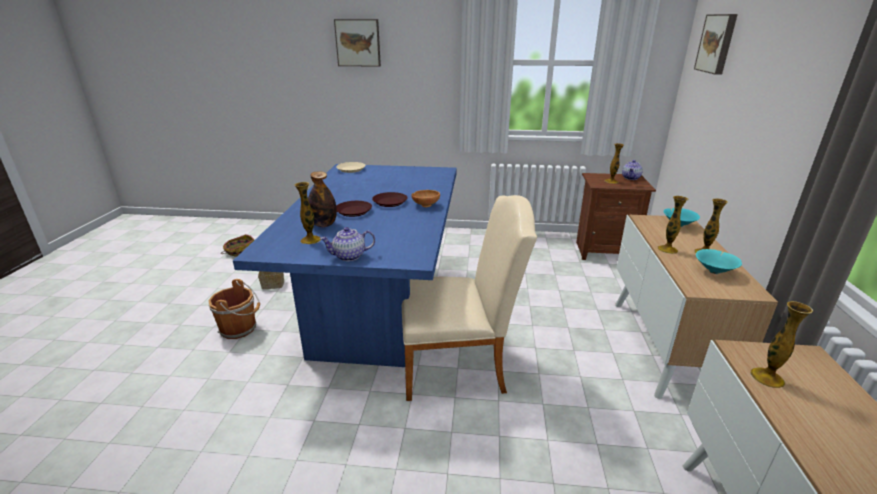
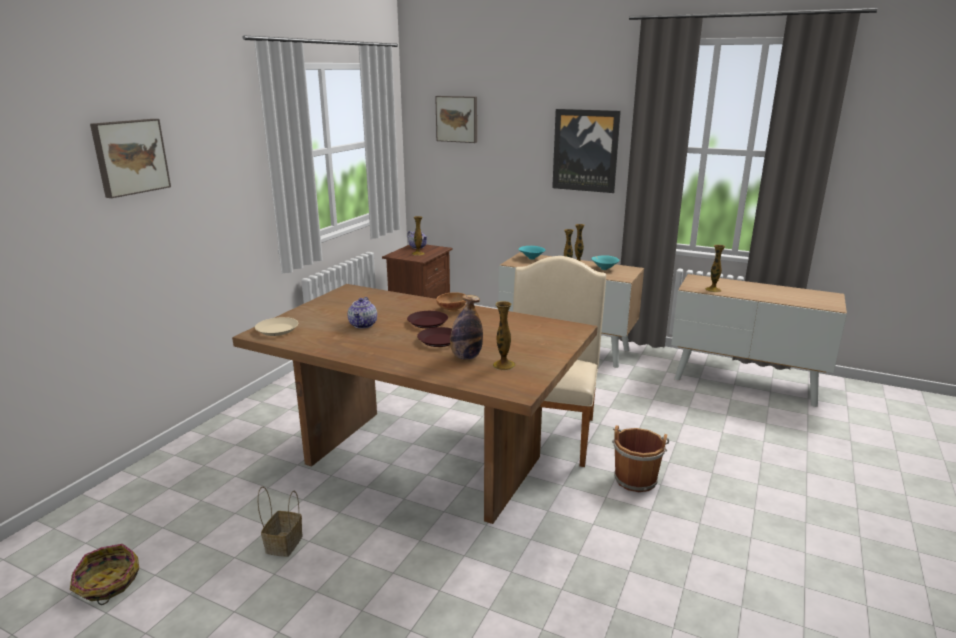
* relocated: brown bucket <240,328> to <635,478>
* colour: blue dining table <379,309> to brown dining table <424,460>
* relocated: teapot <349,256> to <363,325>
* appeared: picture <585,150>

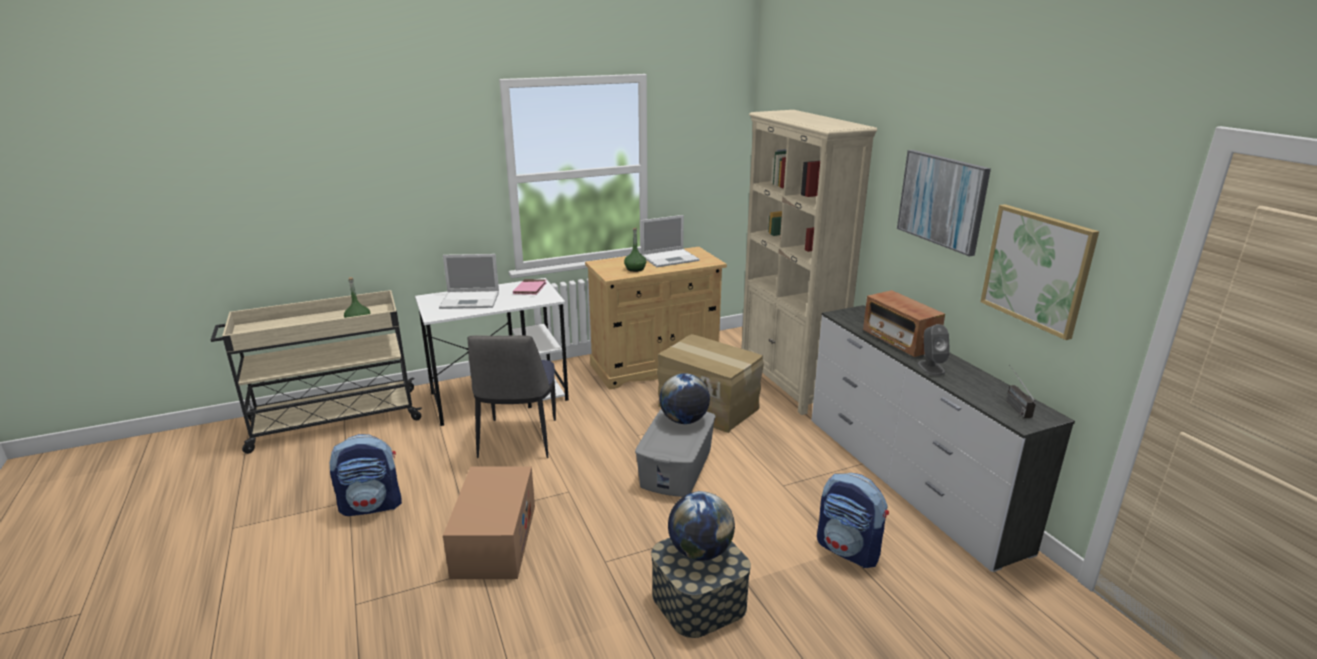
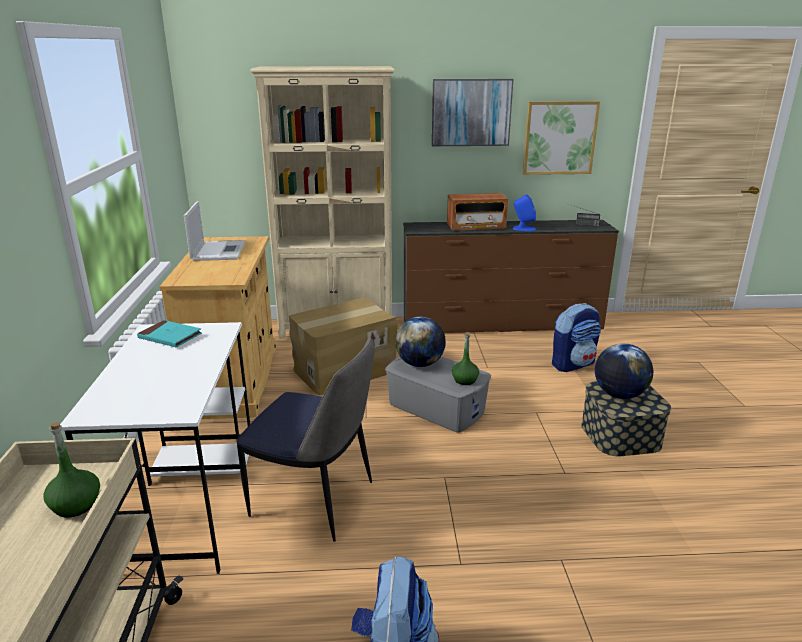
* missing: laptop <471,300>
* missing: cardboard box <494,540>
* colour: pink book <530,289> to turquoise book <170,336>
* relocated: green bottle <635,269> to <465,380>
* colour: white dresser <908,480> to brown dresser <502,324>
* colour: grey speaker <930,368> to blue speaker <523,228>

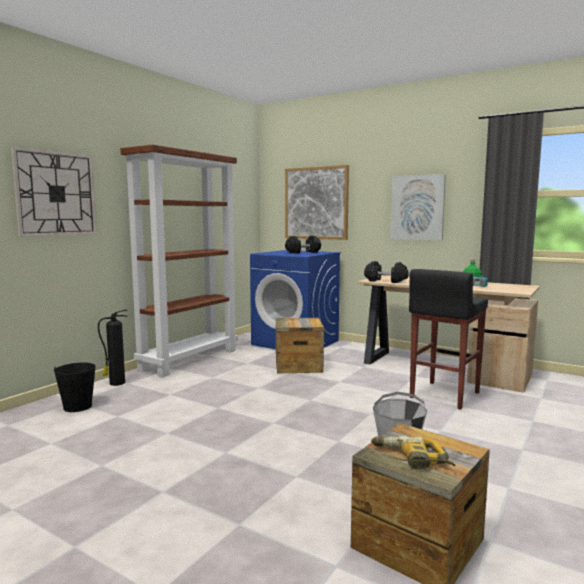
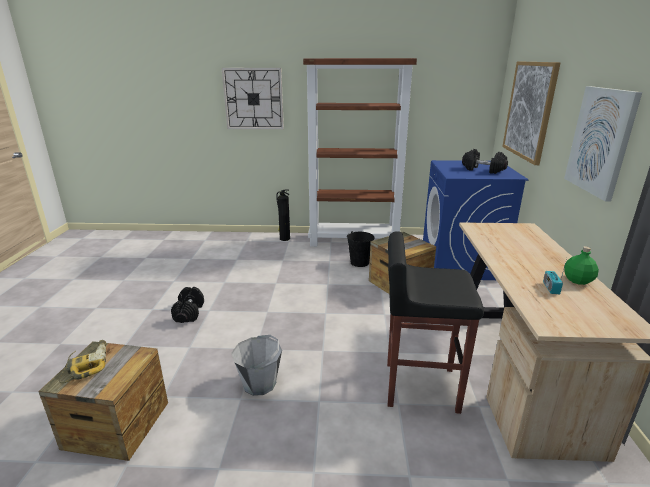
* relocated: black bucket <77,406> to <359,262>
* relocated: black dumbbell <386,281> to <189,313>

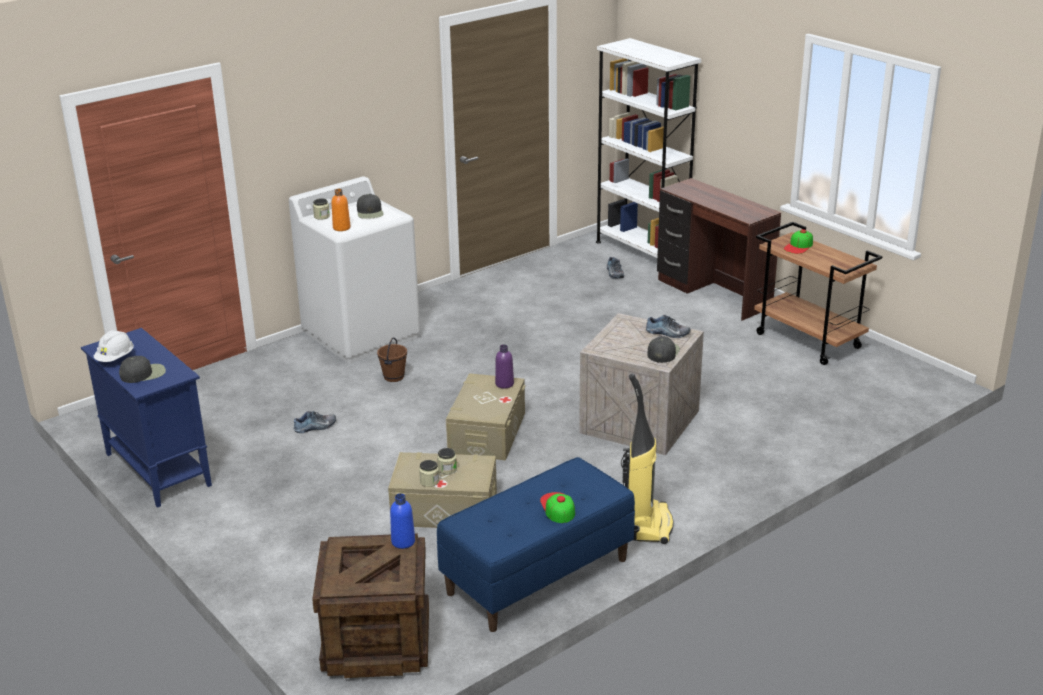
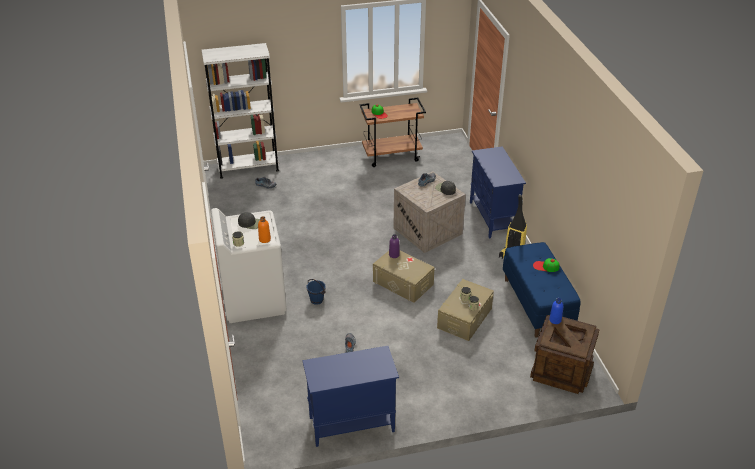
* missing: white hard hat <115,358>
* missing: black cap <143,373>
* colour: brown bucket <393,377> to blue bucket <316,300>
* missing: brown desk <712,294>
* appeared: blue cabinet <493,218>

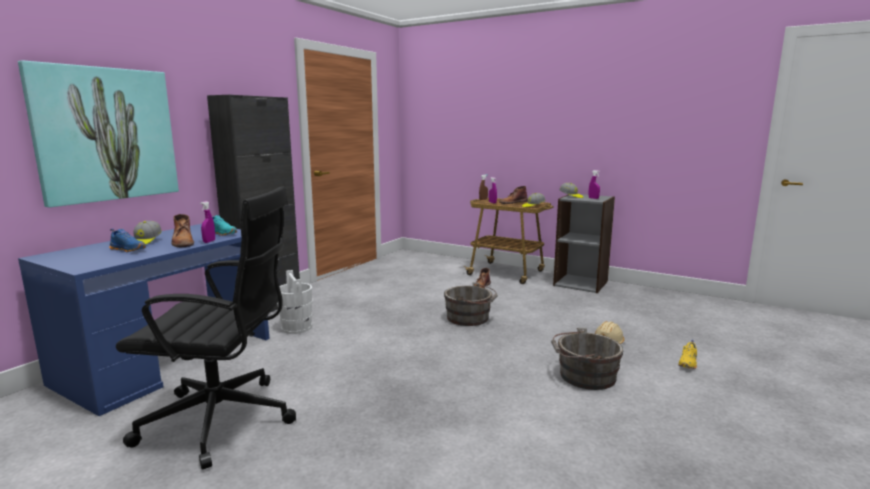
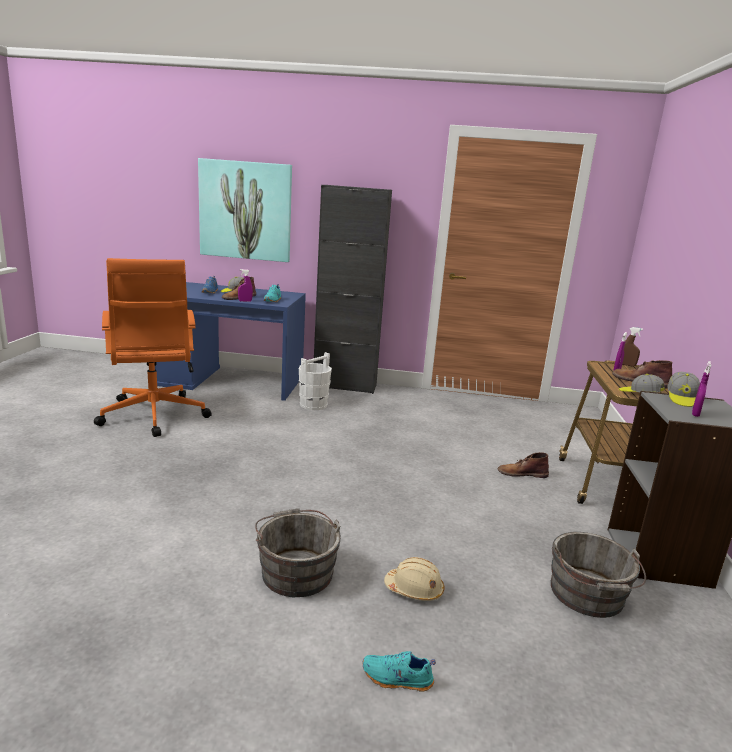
* colour: black office chair <223,420> to orange office chair <153,416>
* relocated: grey bucket <470,318> to <588,596>
* colour: yellow shoe <688,363> to turquoise shoe <396,679>

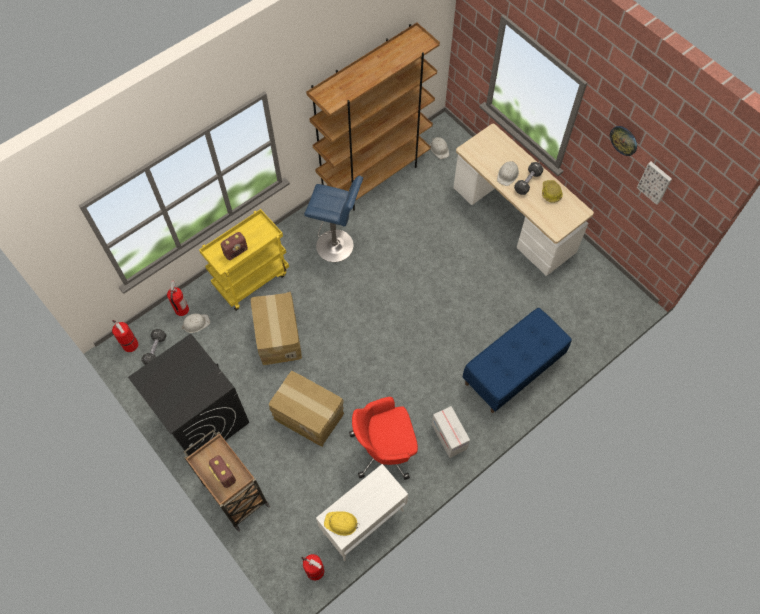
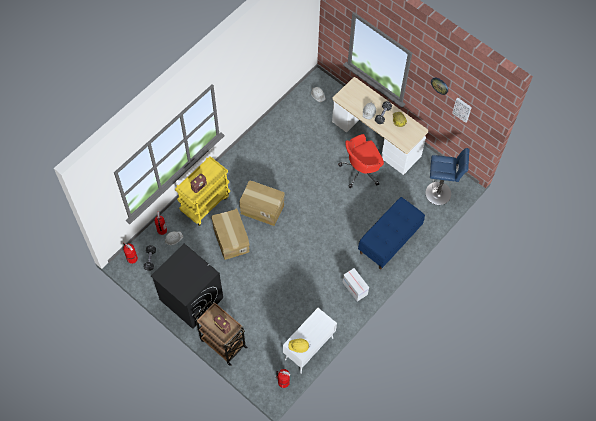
* relocated: cardboard box <309,415> to <262,208>
* relocated: blue stool <337,246> to <440,193>
* missing: brown bookcase <375,178>
* relocated: red office chair <385,449> to <361,170>

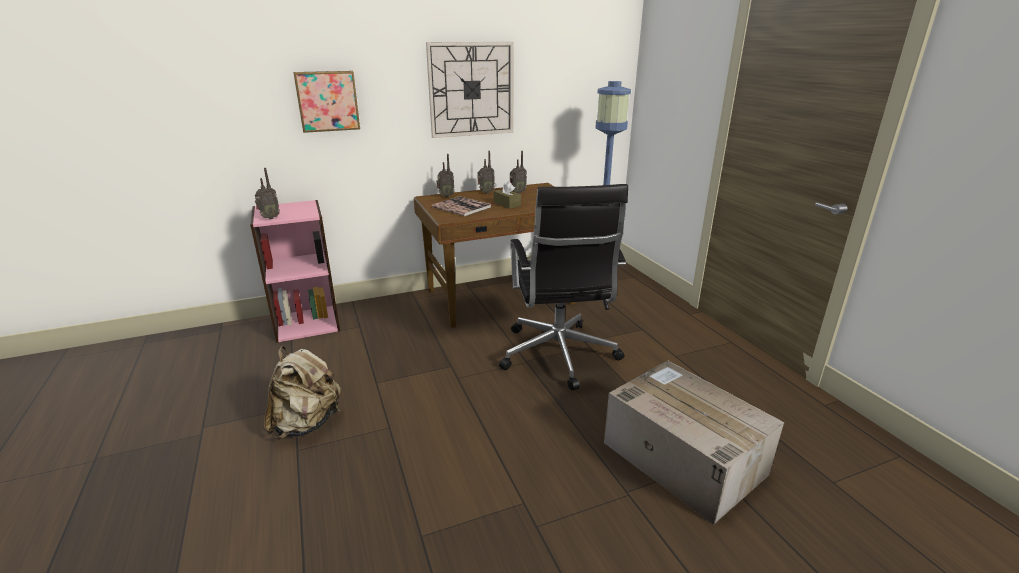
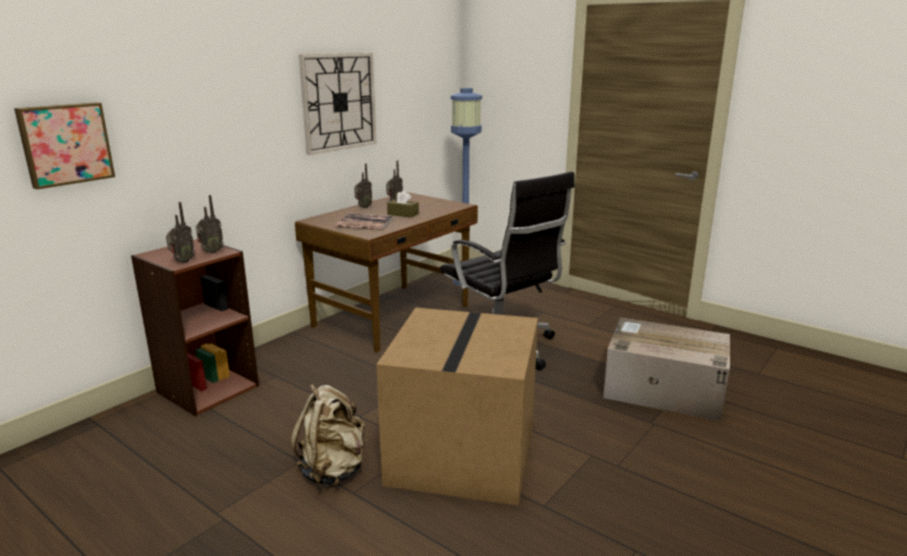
* colour: pink bookcase <307,322> to brown bookcase <207,388>
* relocated: picture <327,101> to <65,144>
* relocated: radio <445,196> to <211,252>
* appeared: cardboard box <461,452>

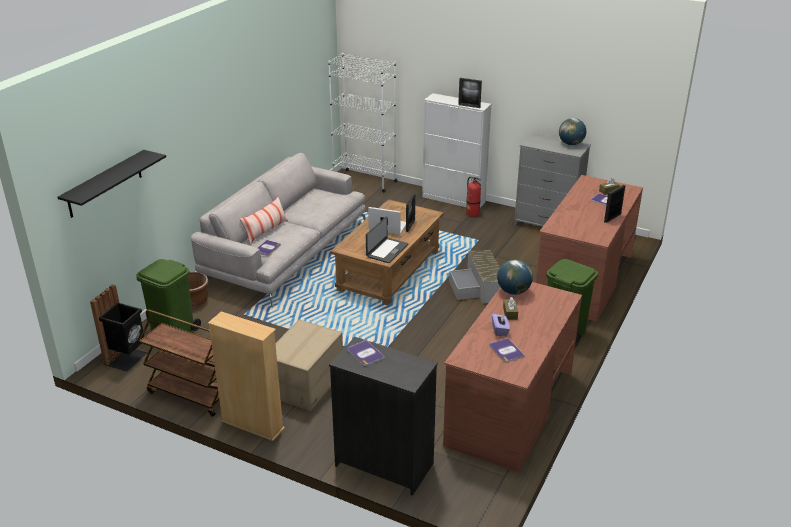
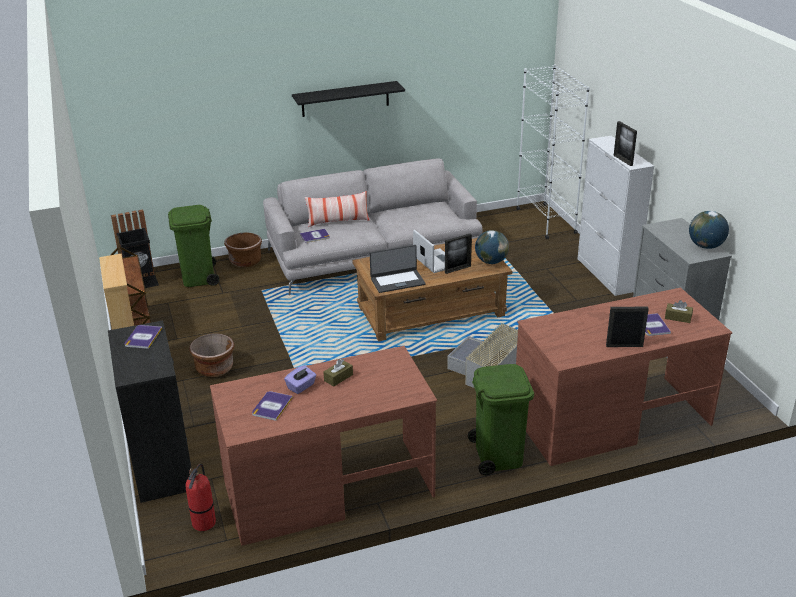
* relocated: black shelf <105,184> to <345,99>
* exchanged: cardboard box <306,384> to brown planter <214,369>
* relocated: fire extinguisher <472,213> to <204,523>
* relocated: globe <513,291> to <491,262>

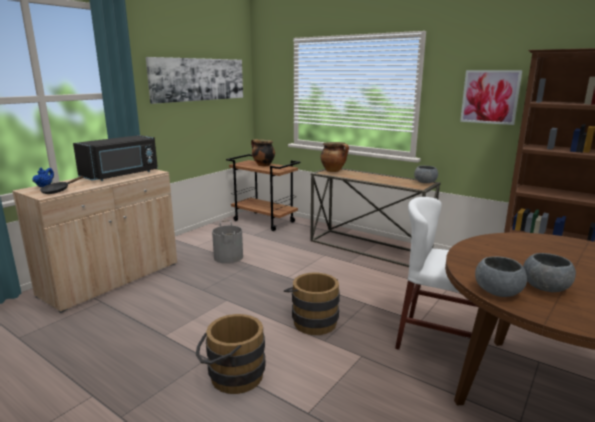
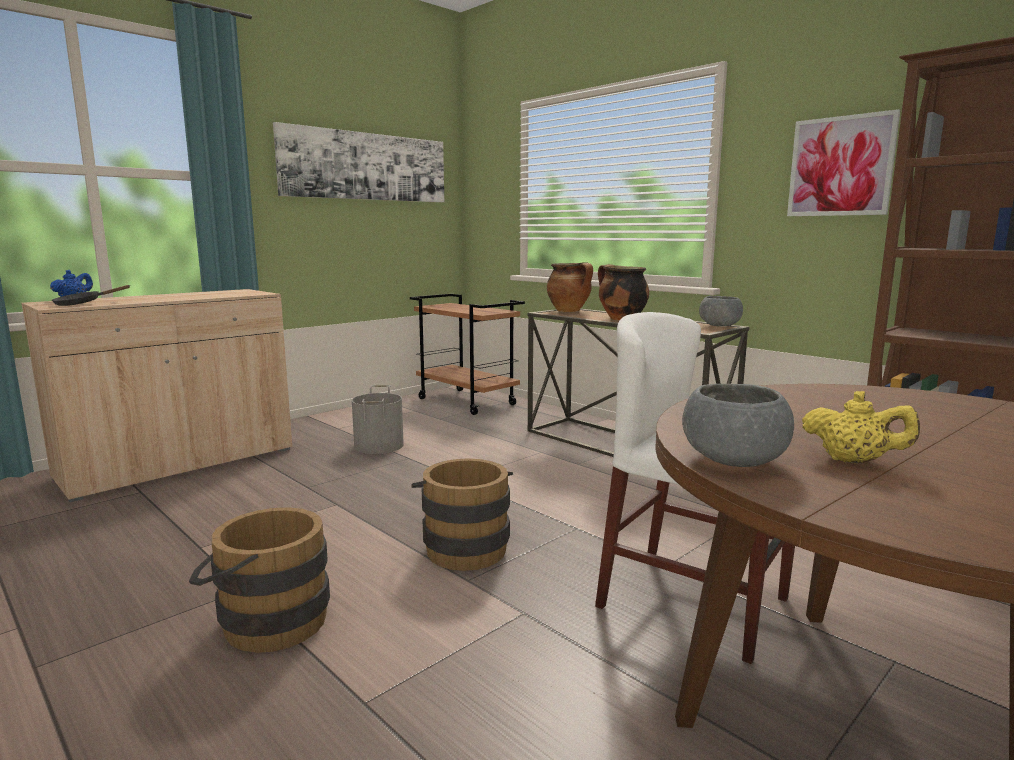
* missing: black microwave <121,175>
* relocated: cooking pot <263,165> to <621,319>
* exchanged: grey bowl <545,288> to yellow teapot <854,461>

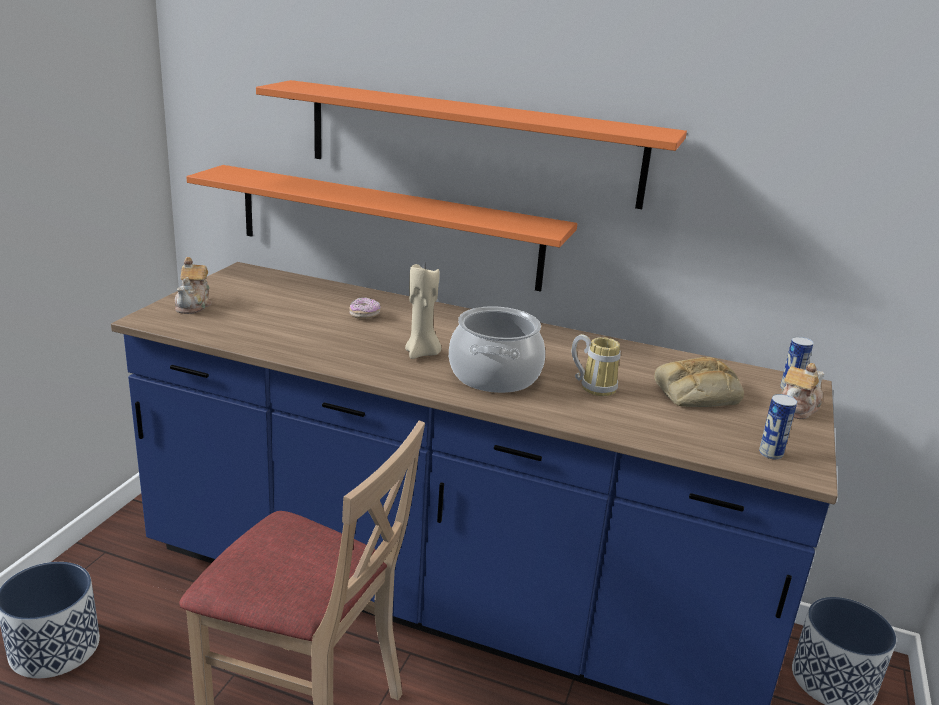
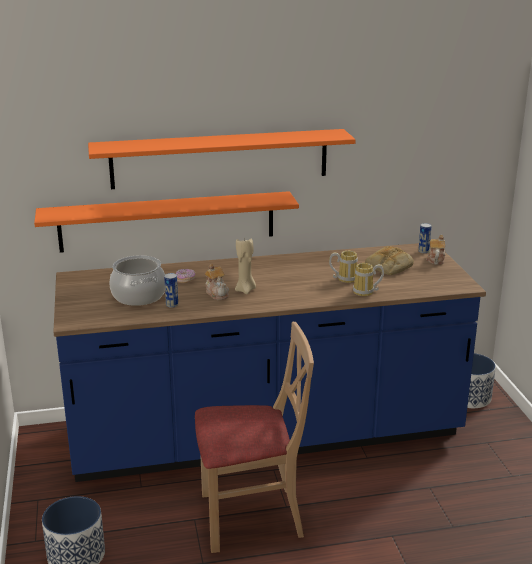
* relocated: teapot <194,305> to <217,293>
* relocated: cooking pot <494,375> to <138,296>
* relocated: can <770,453> to <172,305>
* appeared: mug <366,292>

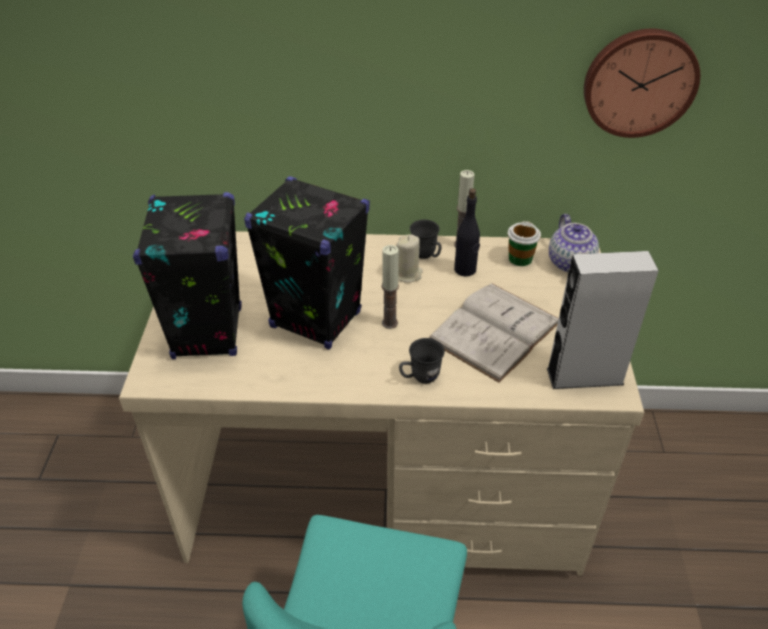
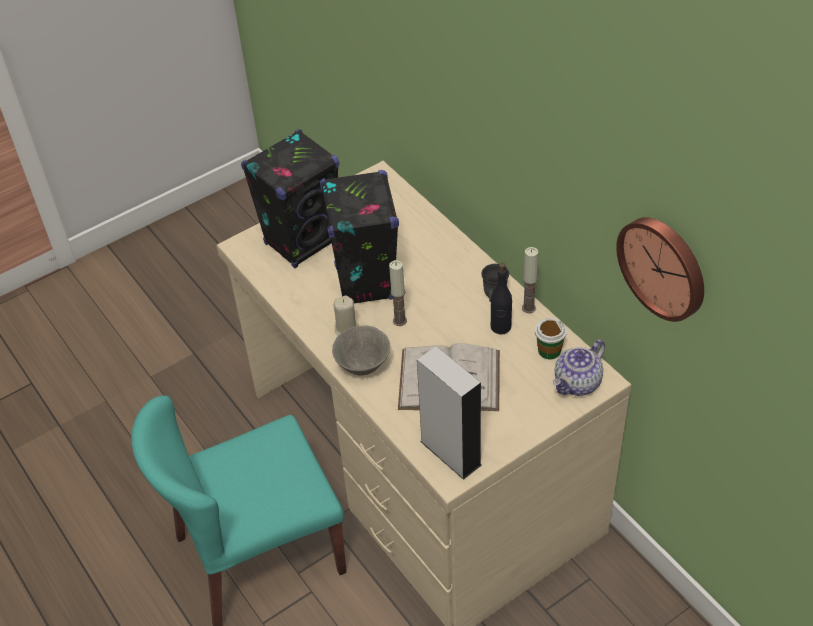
* relocated: beige candle <408,274> to <347,329>
* exchanged: grey mug <419,377> to grey bowl <362,366>

